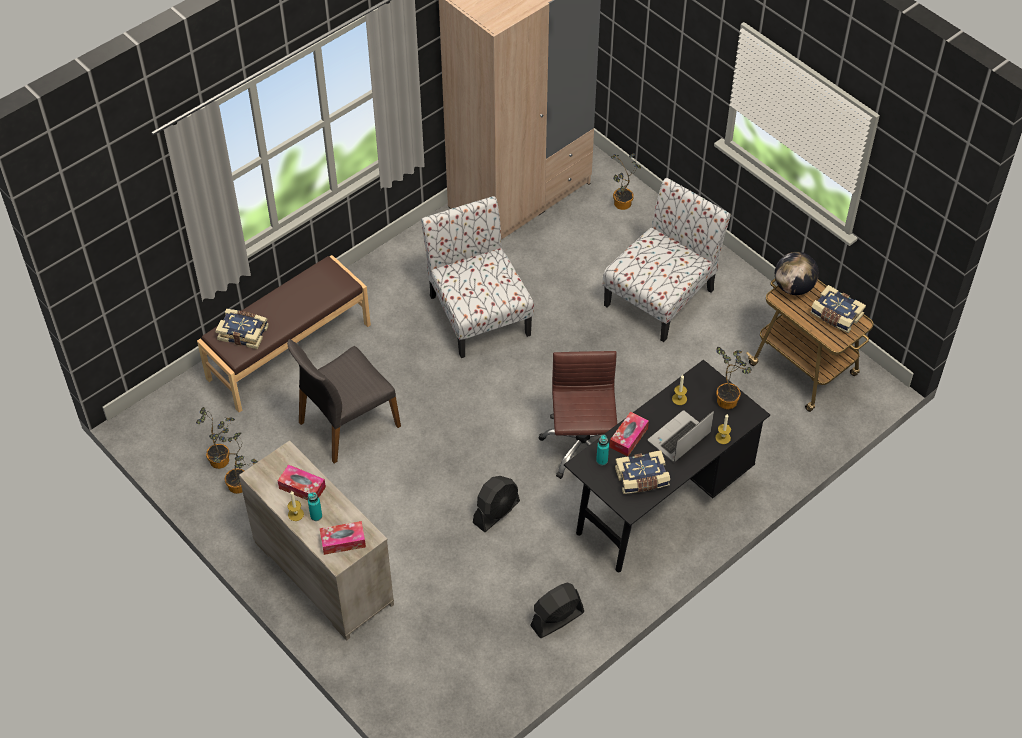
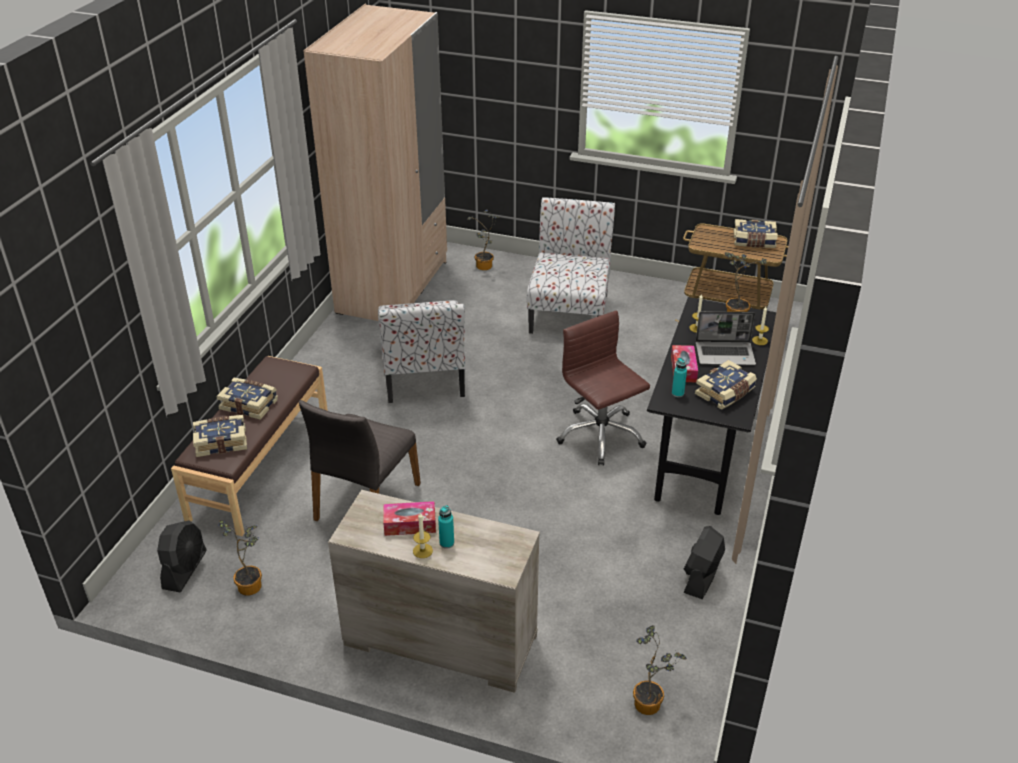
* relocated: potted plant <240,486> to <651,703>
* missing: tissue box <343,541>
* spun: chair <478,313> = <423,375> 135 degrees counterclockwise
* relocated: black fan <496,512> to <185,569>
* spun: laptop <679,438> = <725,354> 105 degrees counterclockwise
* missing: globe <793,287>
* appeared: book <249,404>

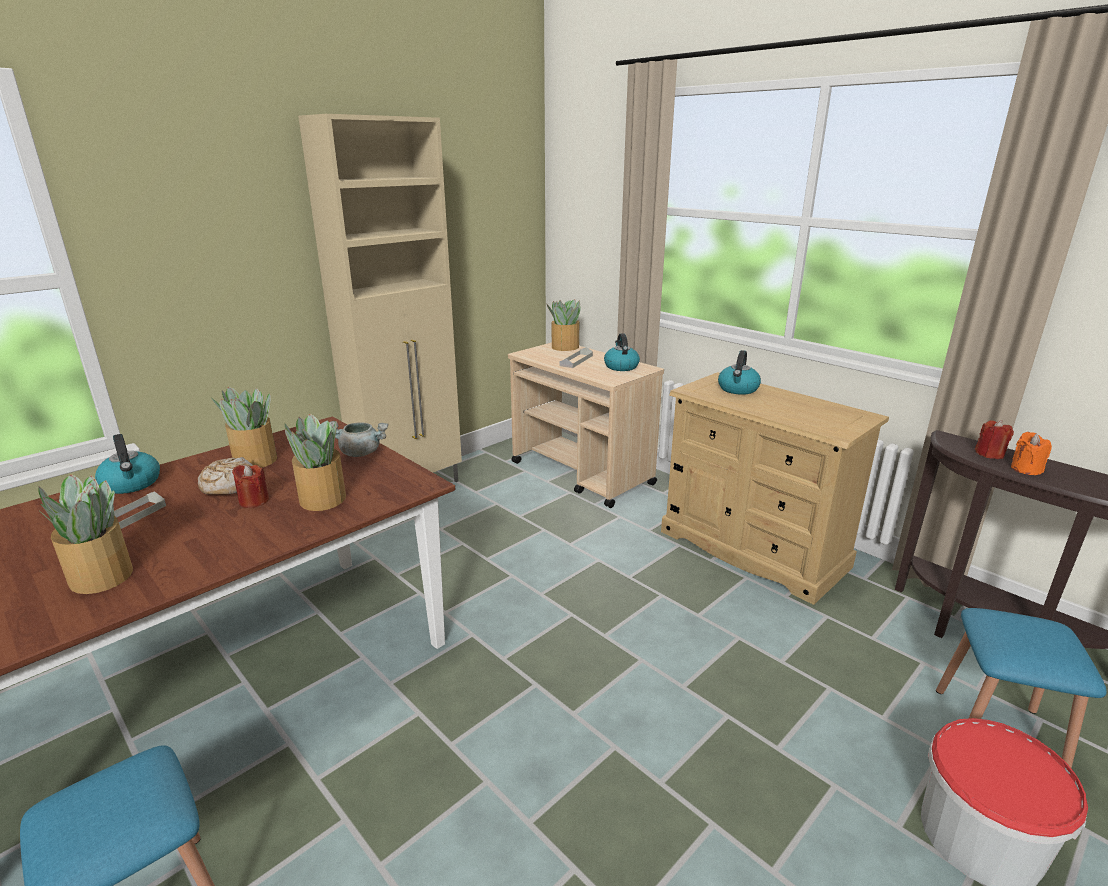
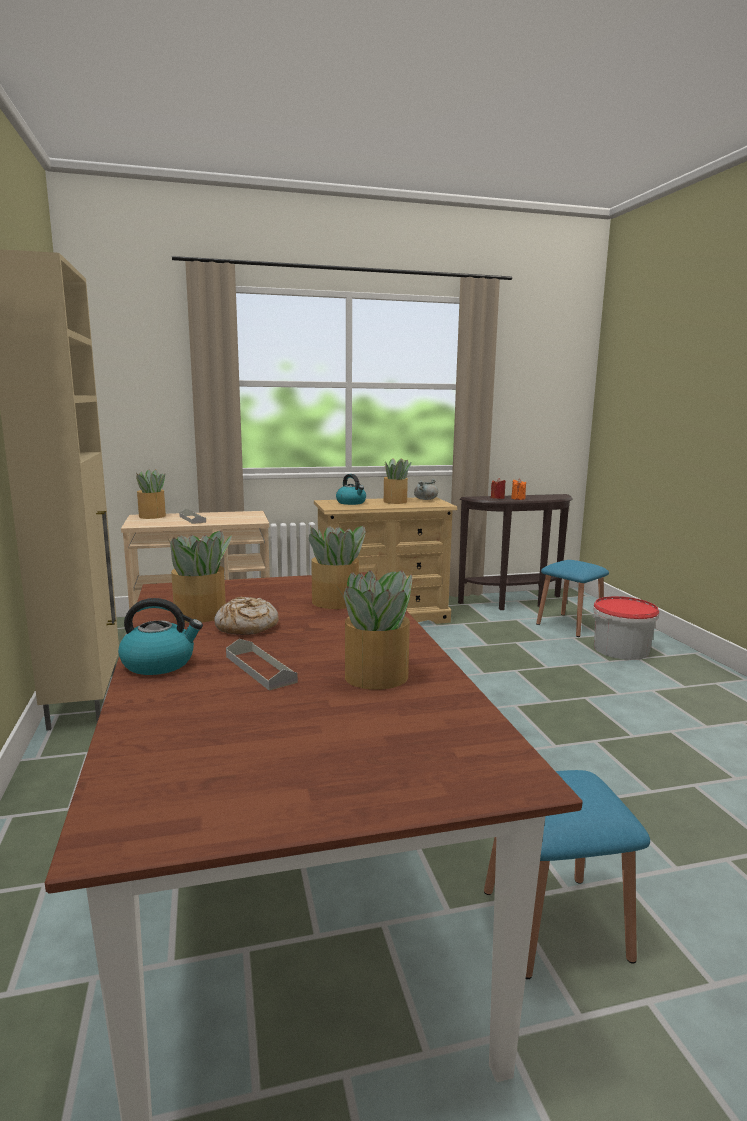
* missing: red candle <254,501>
* relocated: grey cooking pot <361,453> to <425,499>
* missing: kettle <621,366>
* appeared: potted plant <395,501>

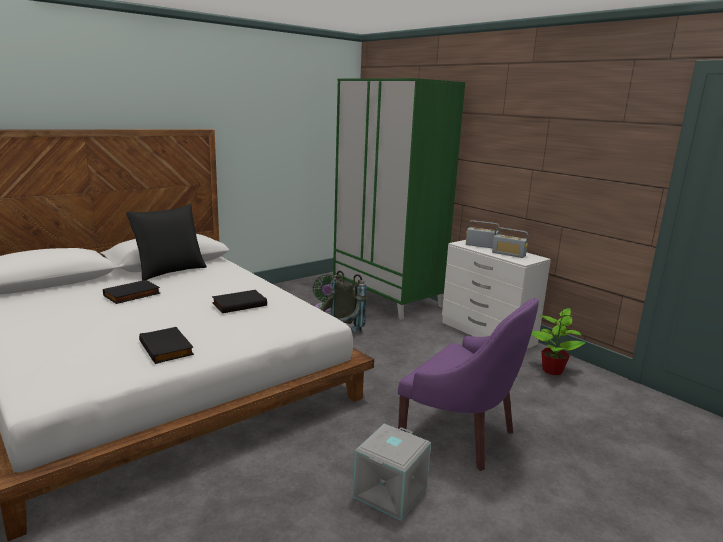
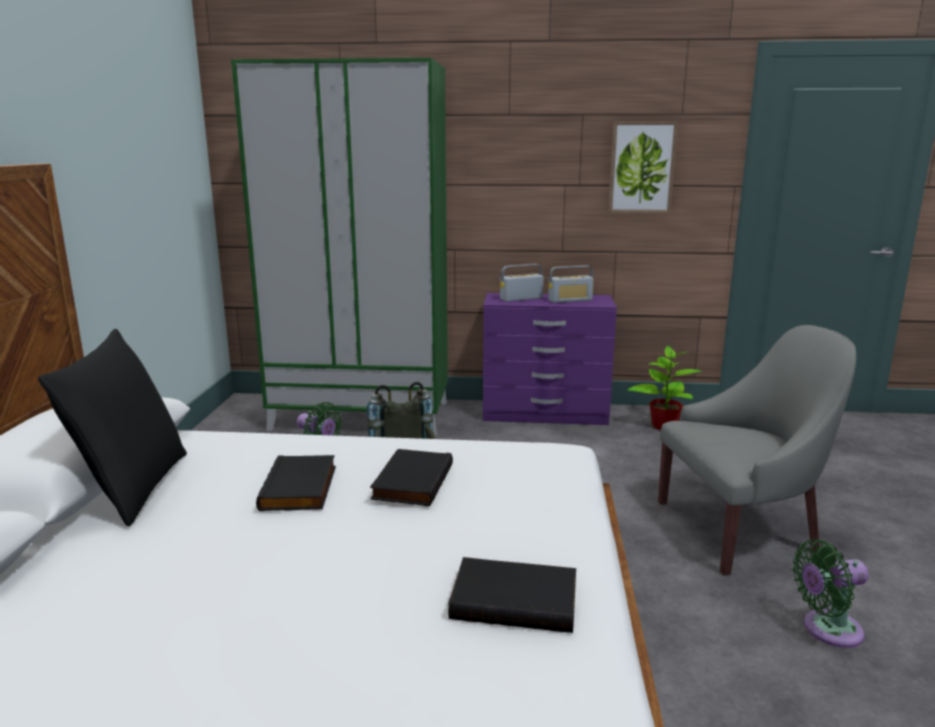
* relocated: black book <132,295> to <301,488>
* exchanged: grey storage box <391,493> to green fan <827,630>
* colour: purple armchair <461,435> to grey armchair <741,530>
* colour: white dresser <487,333> to purple dresser <545,414>
* appeared: picture <641,167>

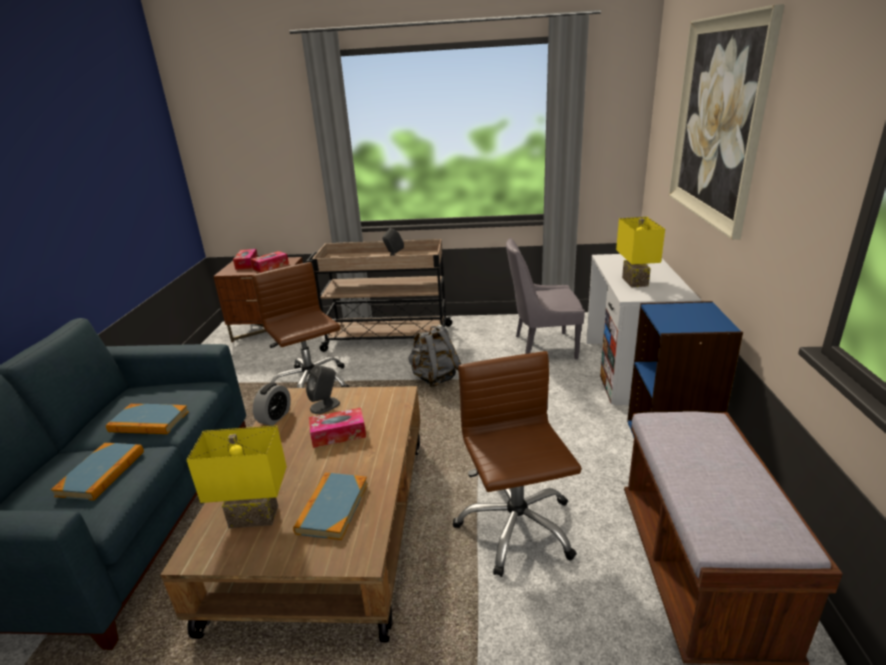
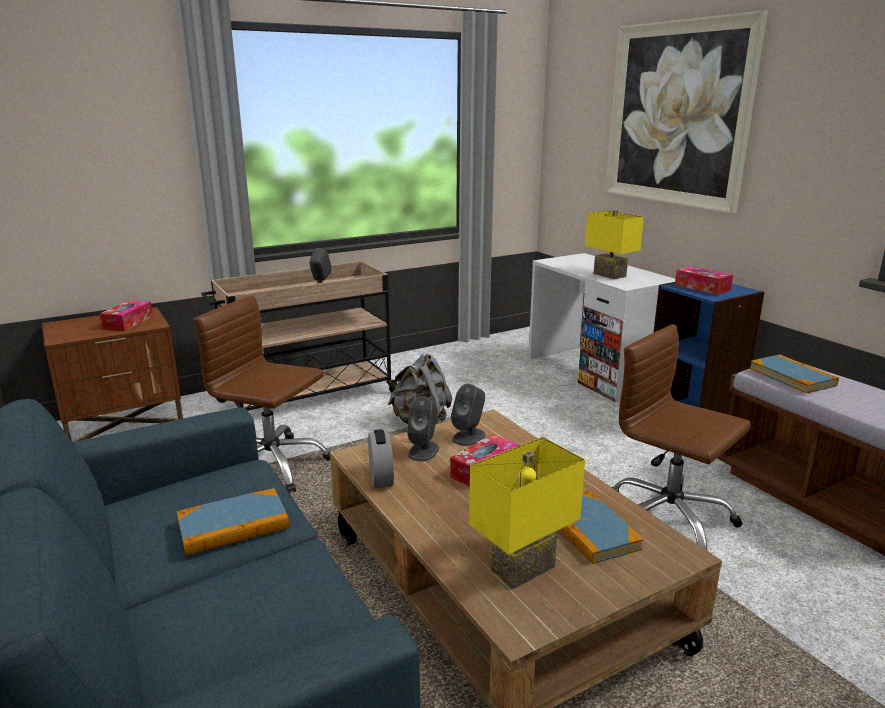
* relocated: book <101,473> to <792,377>
* relocated: tissue box <247,264> to <702,287>
* missing: grey chair <542,347>
* appeared: grey speaker <469,437>

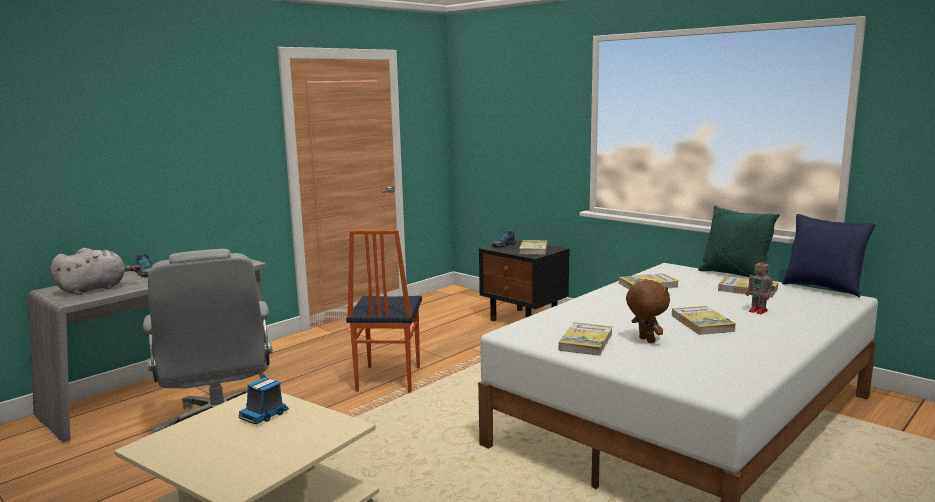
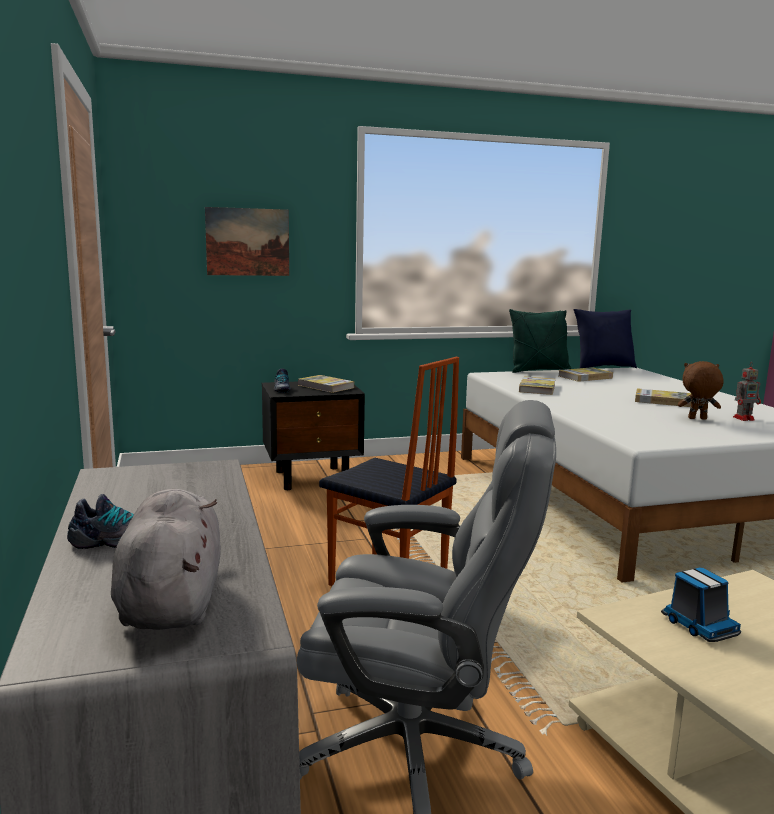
* missing: book <586,342>
* relocated: toy robot <759,311> to <744,418>
* appeared: picture <248,242>

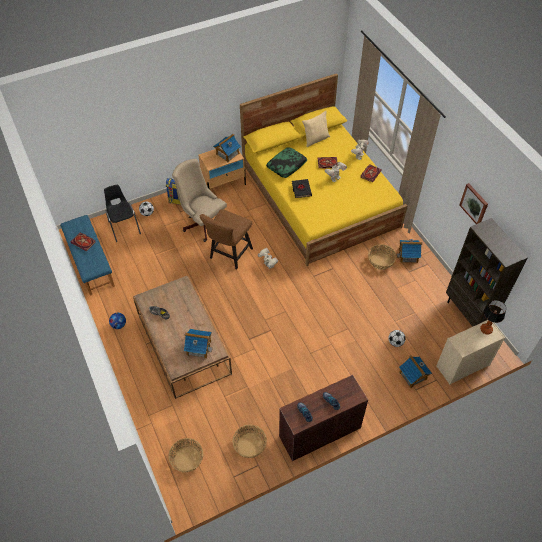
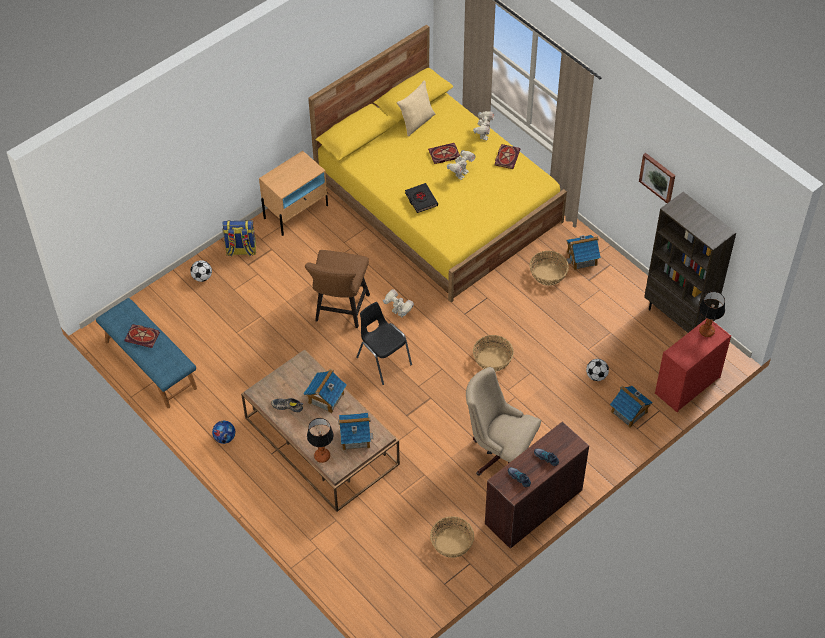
* relocated: black chair <124,227> to <383,361>
* relocated: basket <186,459> to <492,359>
* relocated: beige office chair <202,223> to <499,453>
* relocated: toy house <227,154> to <325,398>
* missing: pillow <286,166>
* colour: beige dresser <462,366> to red dresser <687,385>
* appeared: table lamp <322,456>

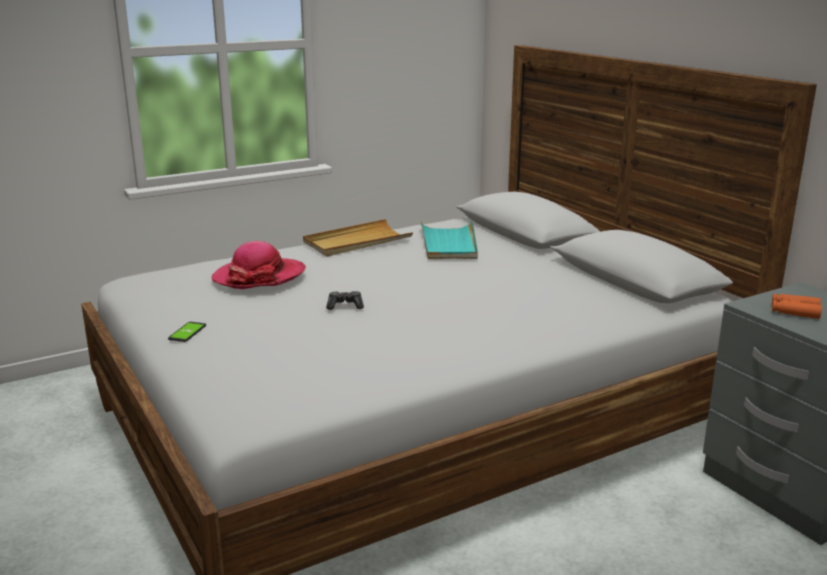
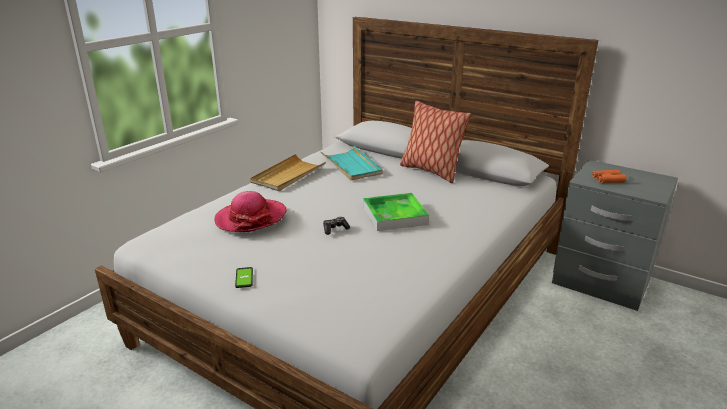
* appeared: tray <395,215>
* appeared: pillow <431,171>

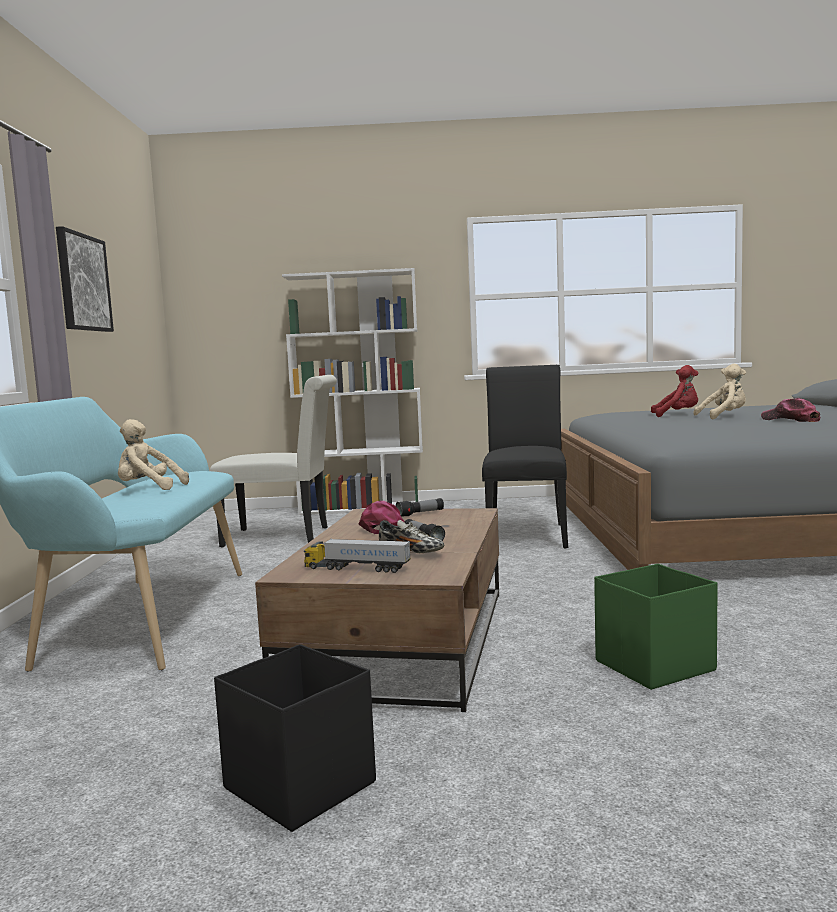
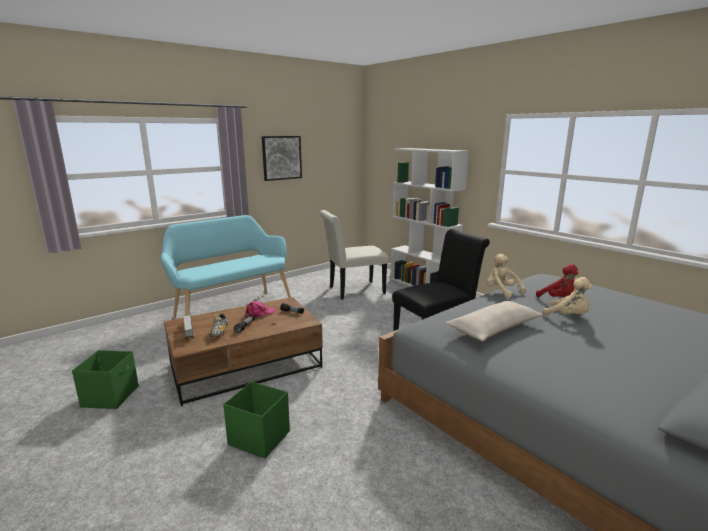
* relocated: beige plush toy <148,489> to <501,291>
* spun: white chair <284,537> = <353,291> 105 degrees clockwise
* colour: black storage box <299,784> to green storage box <111,396>
* missing: cap <790,420>
* appeared: beige pillow <493,329>

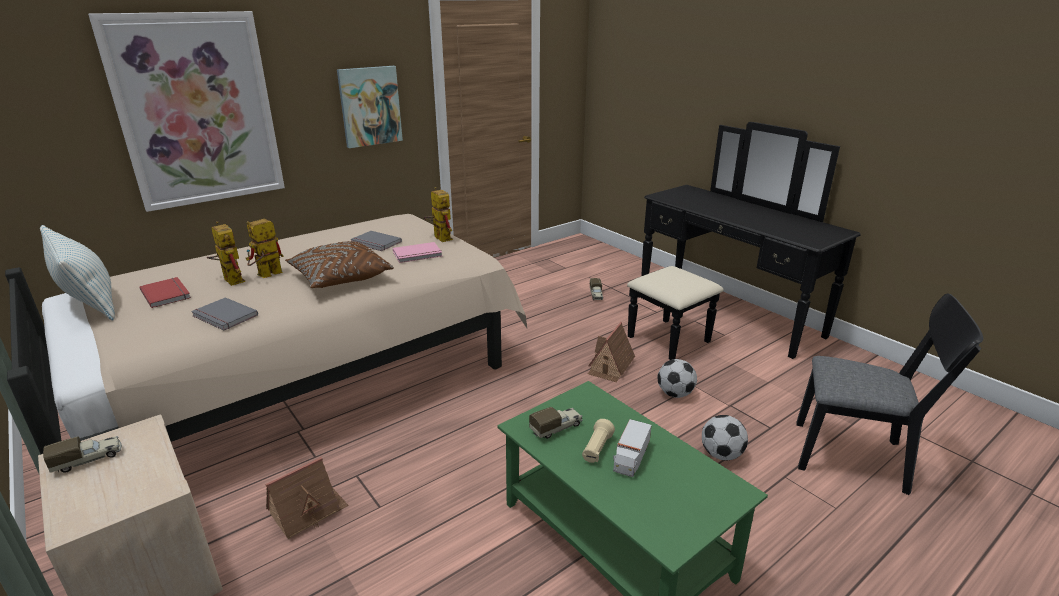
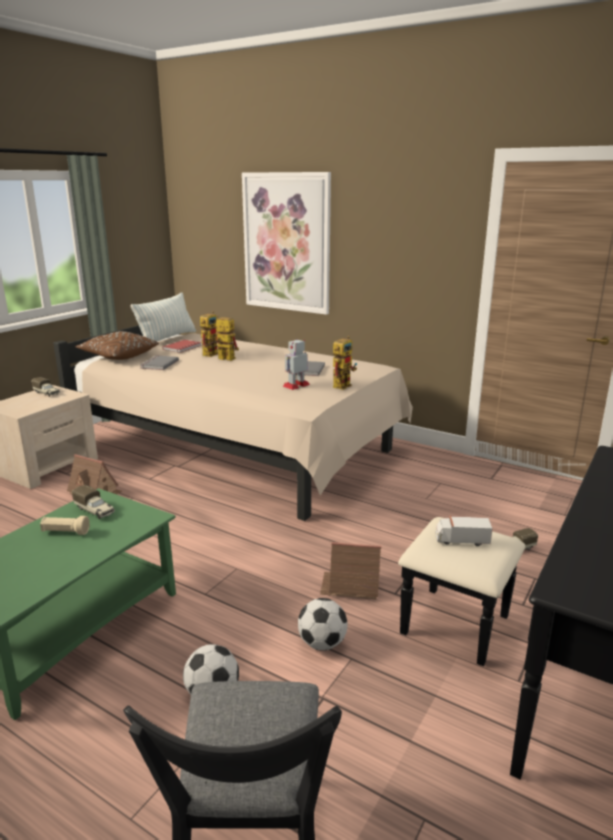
* relocated: brown pillow <340,278> to <118,356>
* missing: picture <370,106>
* exchanged: pink book <418,254> to toy robot <296,385>
* relocated: toy truck <630,458> to <461,540>

